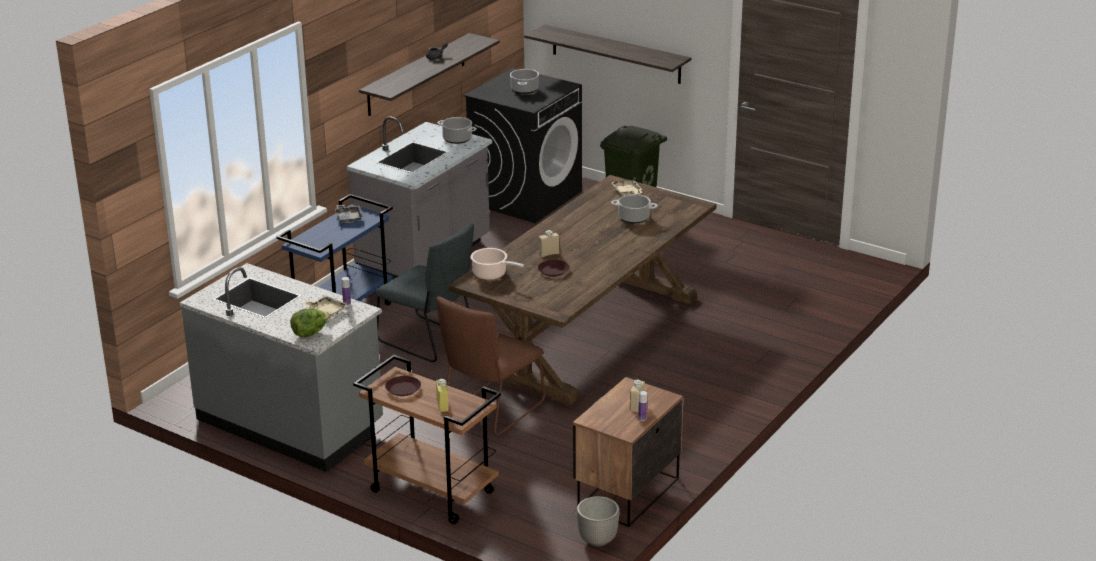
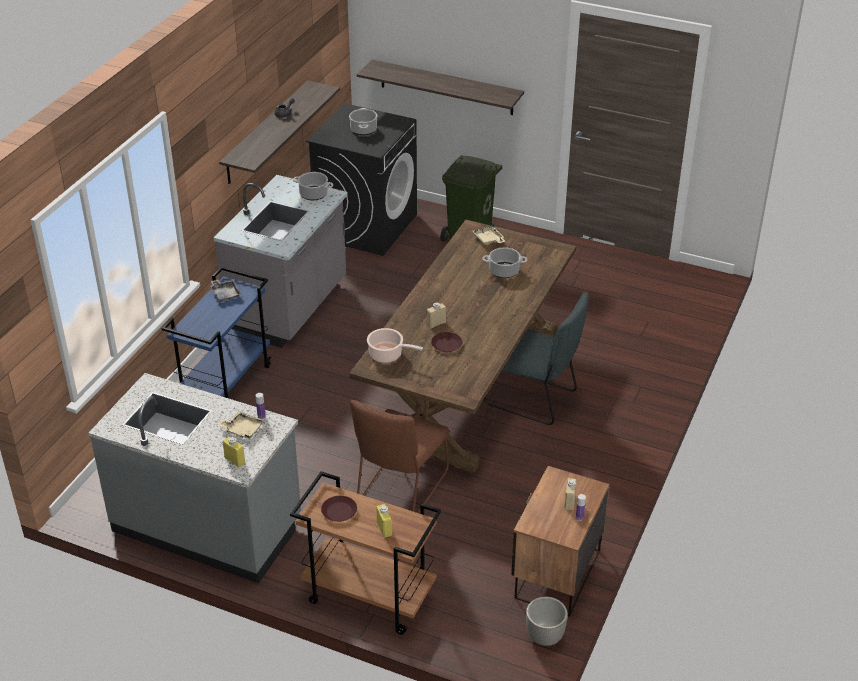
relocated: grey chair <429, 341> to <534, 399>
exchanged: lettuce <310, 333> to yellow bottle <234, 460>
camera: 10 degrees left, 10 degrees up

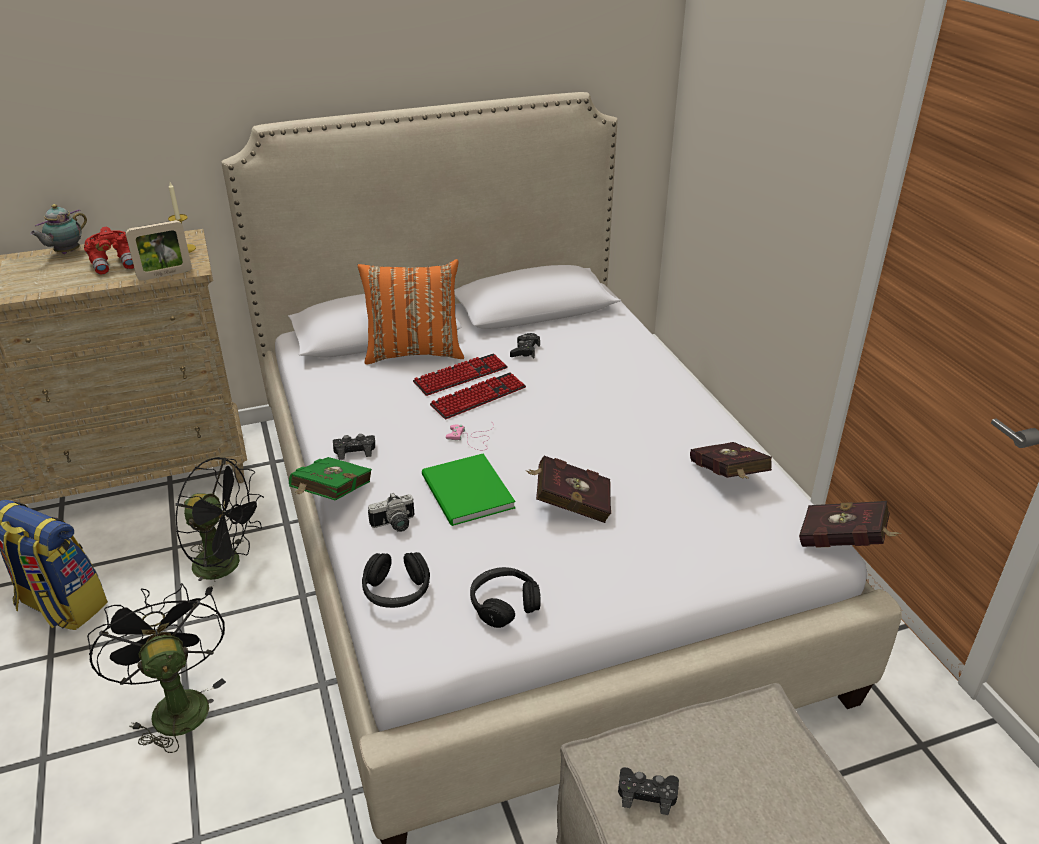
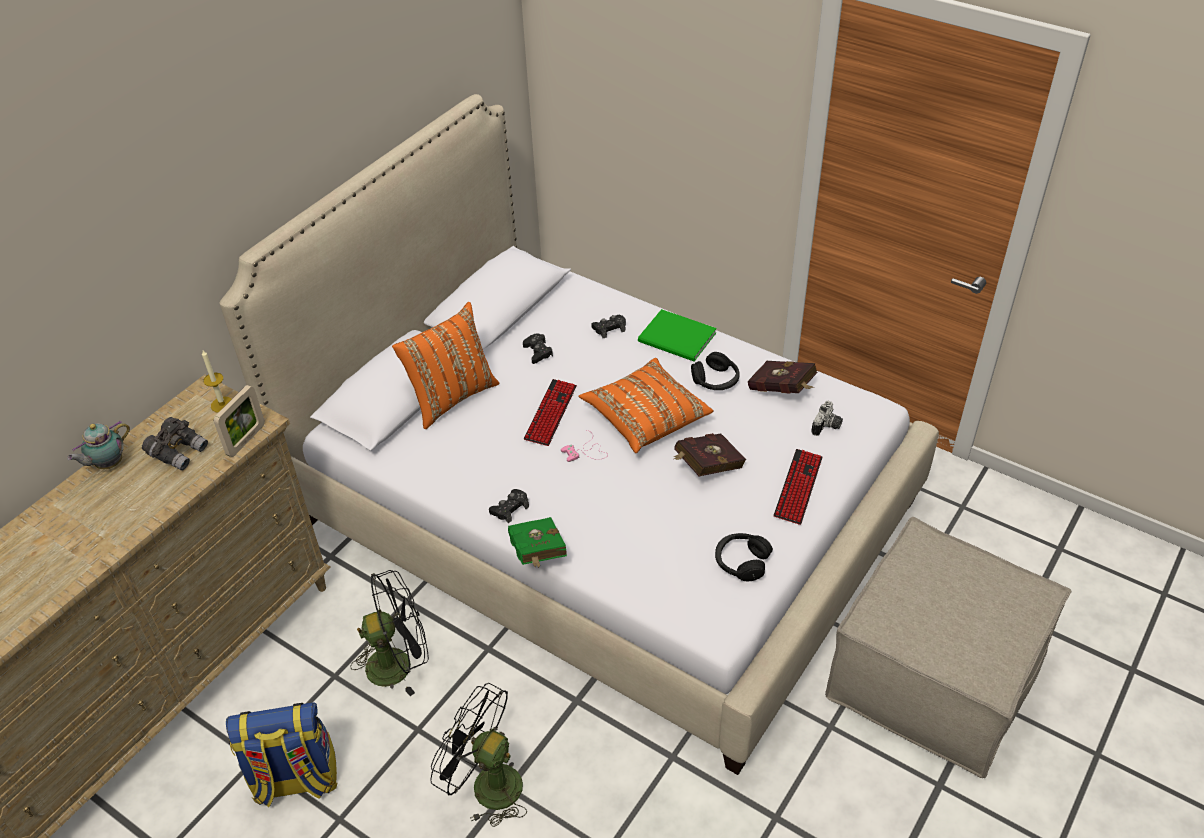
missing: red book <844, 543>
appeared: orange pillow <645, 418>
relocated: black headphones <396, 591> to <716, 380>; photo camera <395, 525> to <827, 427>; keyboard <461, 376> to <798, 487>; green book <466, 494> to <678, 339>; black game controller <647, 794> to <609, 328>
colour: red binoculars <115, 264> to grey binoculars <179, 452>
spun: teapot <66, 253> = <108, 464> 45 degrees clockwise
camera: 35 degrees left, 10 degrees up

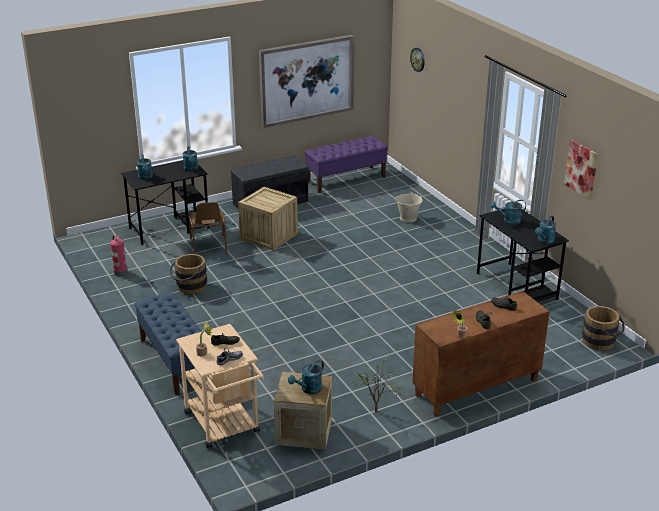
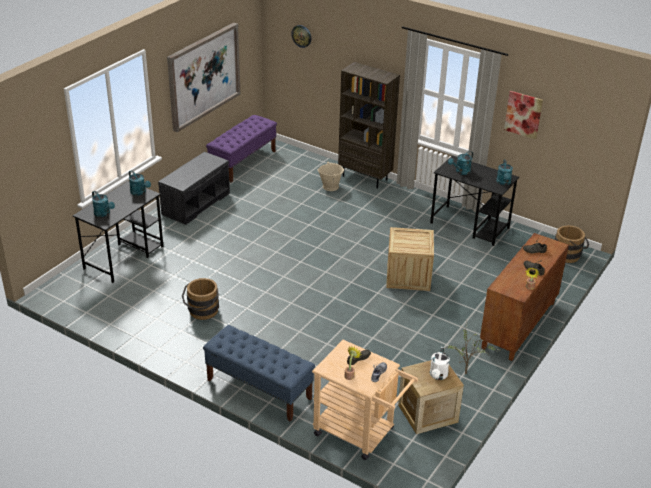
missing: fire extinguisher <120, 272>; brown chair <209, 247>
appeared: brown bookcase <365, 178>
relocated: crate <269, 236> to <408, 276>
colour: turquoise watering can <308, 389> to white watering can <438, 376>
camera: 30 degrees left, 5 degrees up

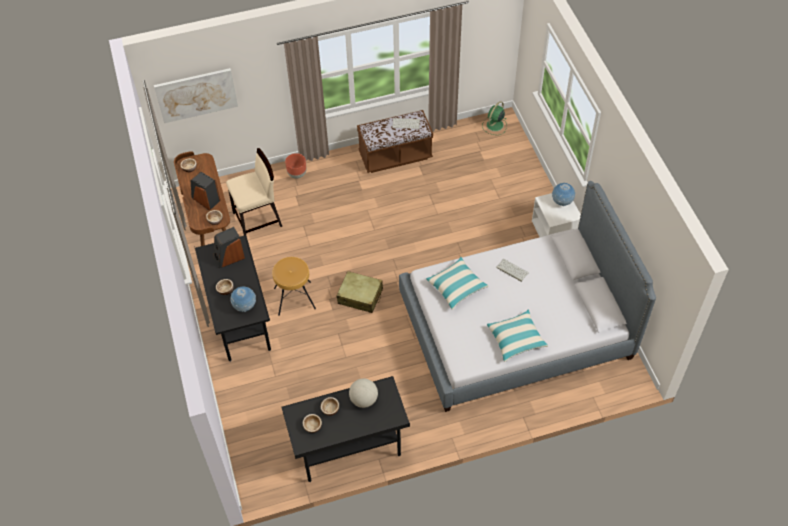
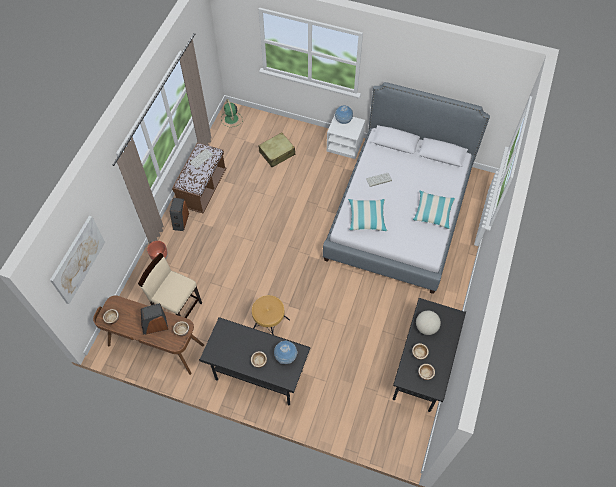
relocated: speaker <229, 257> to <180, 221>; beige suitcase <360, 296> to <277, 153>
spun: beige chair <258, 219> = <177, 308> 75 degrees counterclockwise
camera: 55 degrees left, 5 degrees up

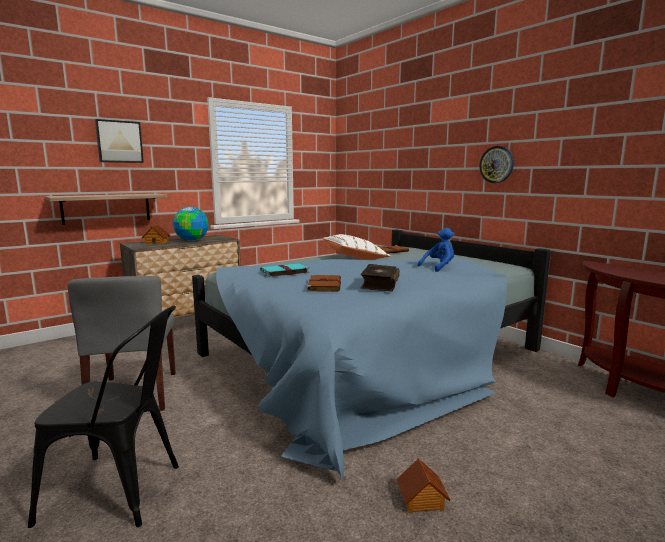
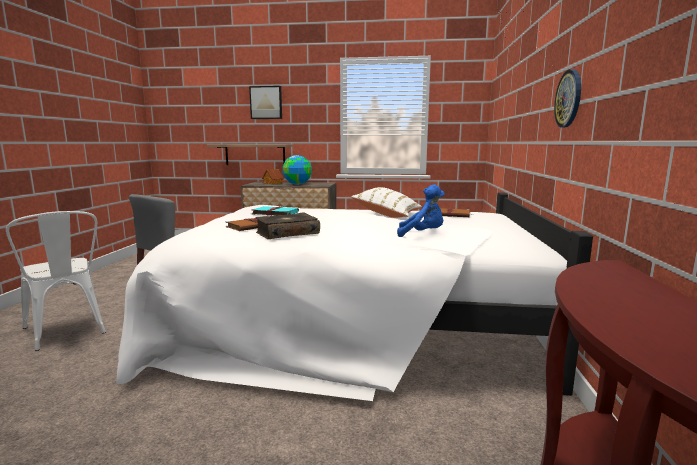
missing: toy house <421, 500>
colour: black chair <122, 491> to white chair <68, 332>; blue bed <371, 357> to white bed <355, 321>
camera: 45 degrees right, 0 degrees up

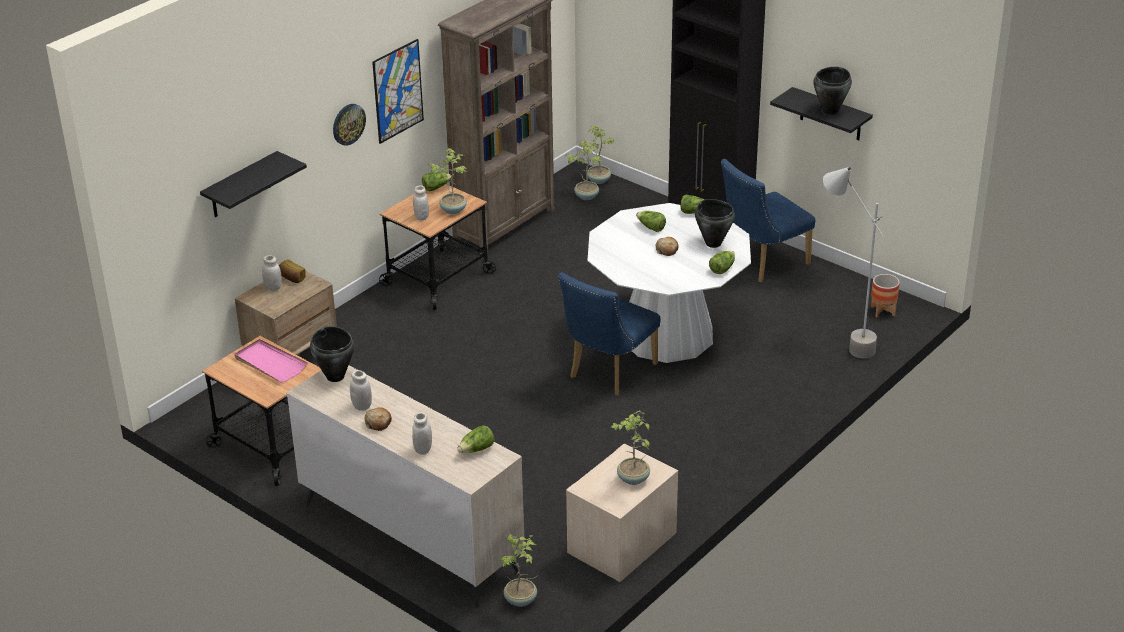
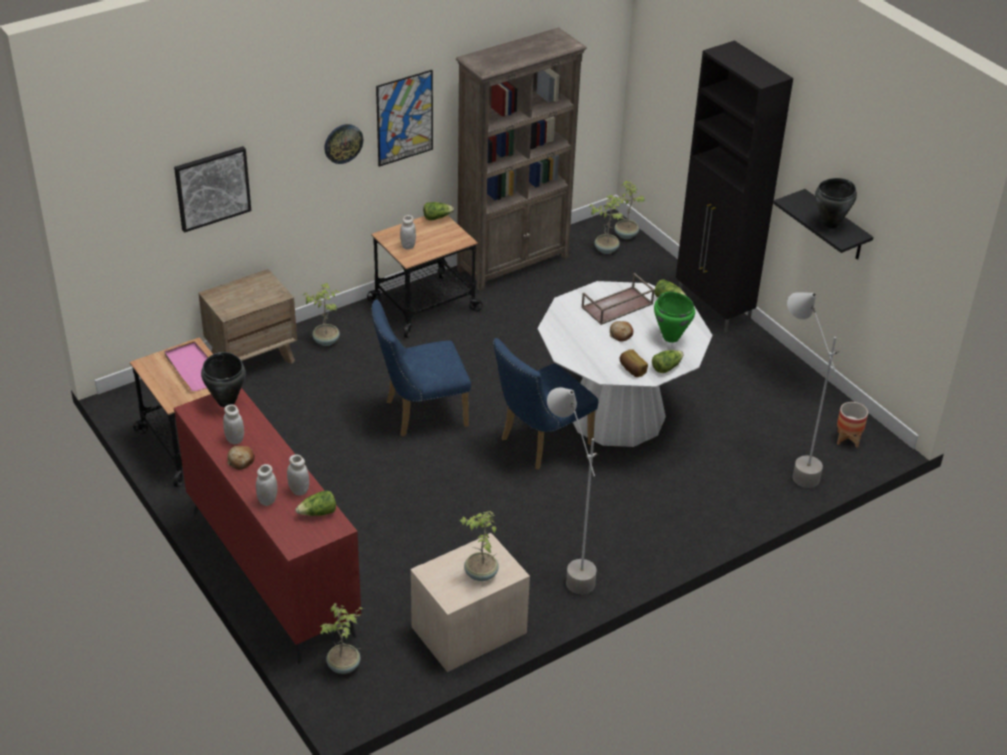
appeared: grey floor lamp <567, 567>
relocated: white jar <273, 287> to <299, 490>; bread <292, 278> to <632, 370>; potted plant <453, 209> to <326, 340>; blue chair <762, 263> to <420, 414>
exchanged: black shelf <241, 186> to picture <212, 188>; lettuce <651, 227> to brown tray <617, 306>
colour: beige dresser <410, 537> to red dresser <272, 571>; black cooking pot <713, 243> to green cooking pot <671, 337>
camera: 15 degrees right, 5 degrees up

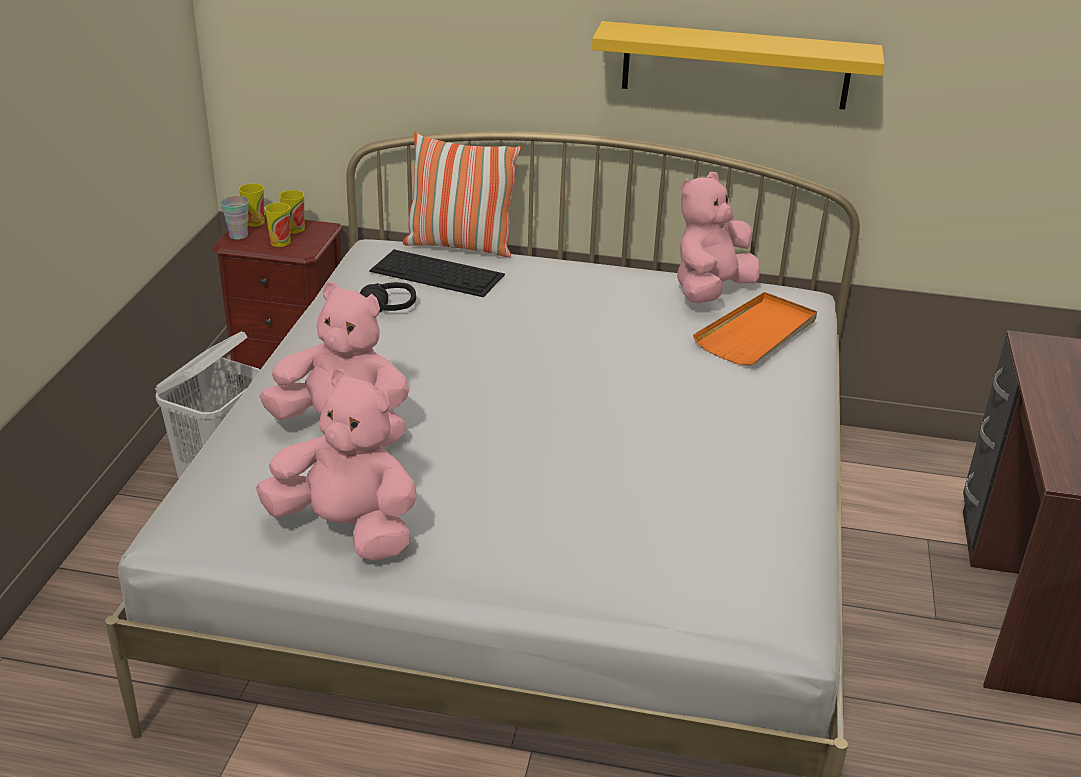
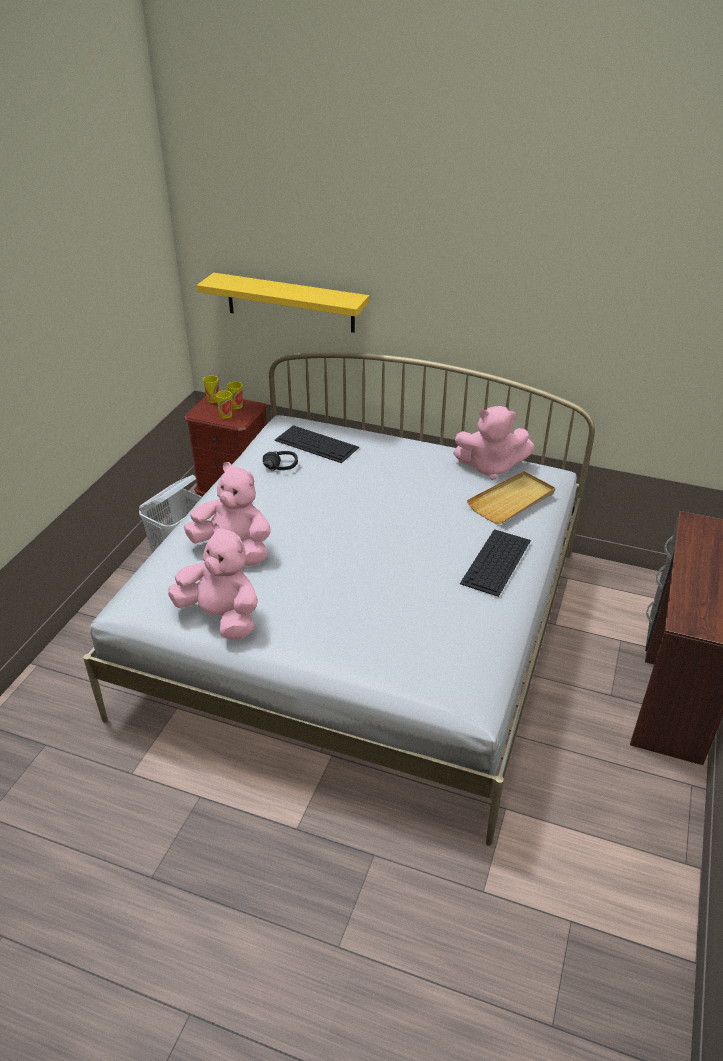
missing: cup <238, 235>; pillow <460, 246>
appeared: keyboard <496, 562>
relocated: yellow shelf <735, 65> to <290, 303>
colour: orange tray <757, 333> to beige tray <512, 500>
spun: pink plush toy <710, 291> = <490, 467> 135 degrees counterclockwise
camera: 10 degrees right, 5 degrees up

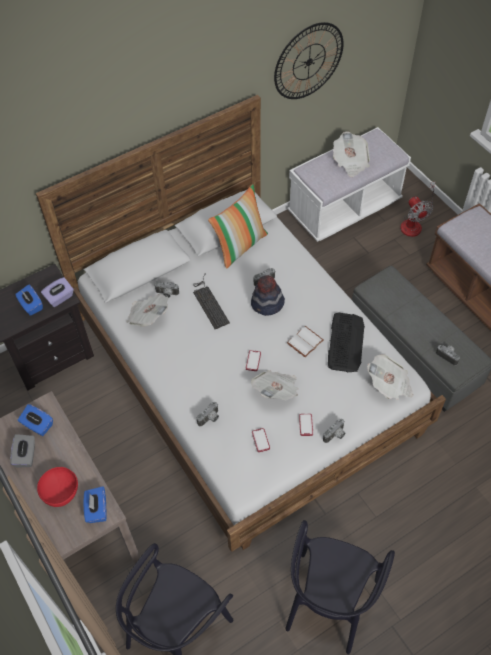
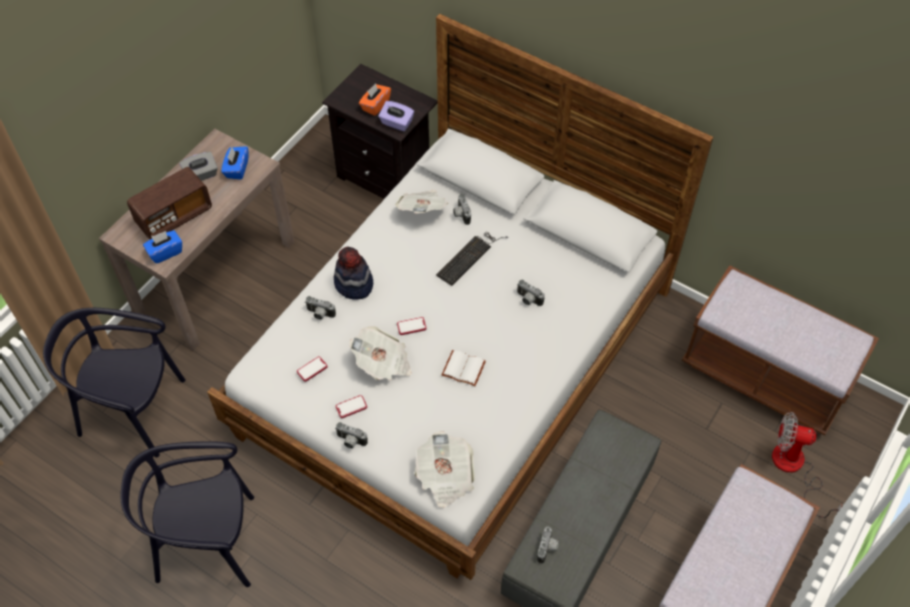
missing: pillow <240, 245>; wall clock <309, 61>; keyboard <345, 342>; newspaper <350, 162>
relocated: hat <267, 304> to <353, 284>
exchanged: red bowl <60, 491> to radio <174, 216>
colour: blue tissue box <31, 305> to orange tissue box <375, 105>; white bench <344, 208> to brown bench <764, 375>
spun: fan <414, 223> = <794, 468> 60 degrees clockwise
camera: 65 degrees right, 0 degrees up

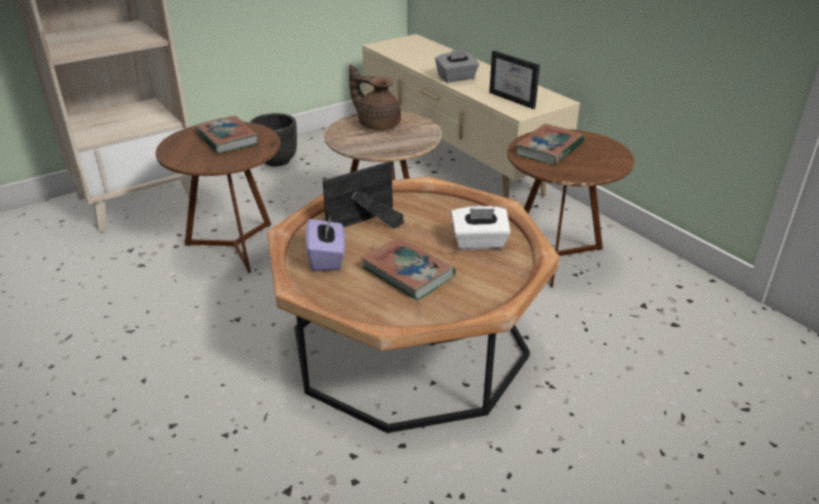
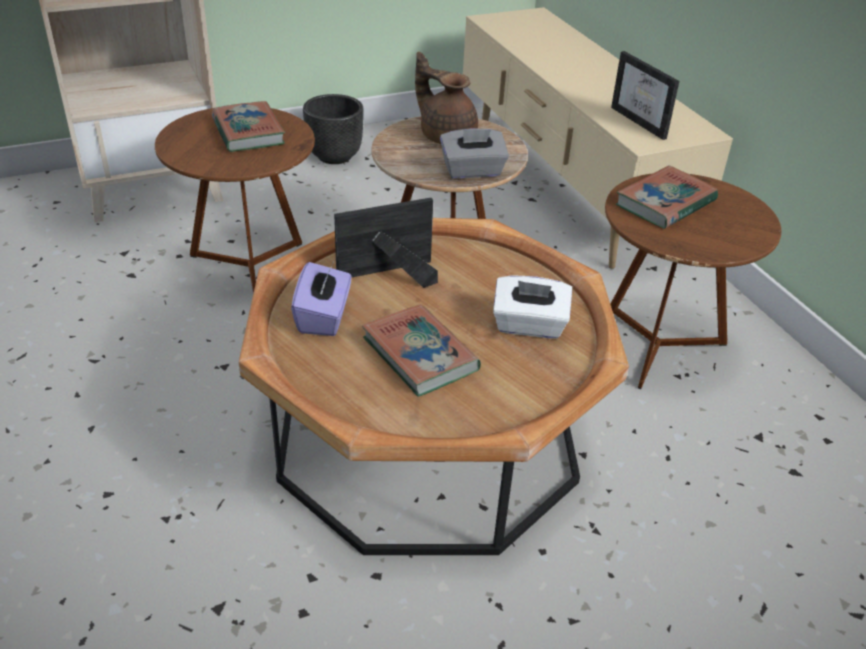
relocated: grey tissue box <456, 78> to <472, 171>
camera: 10 degrees right, 5 degrees up

